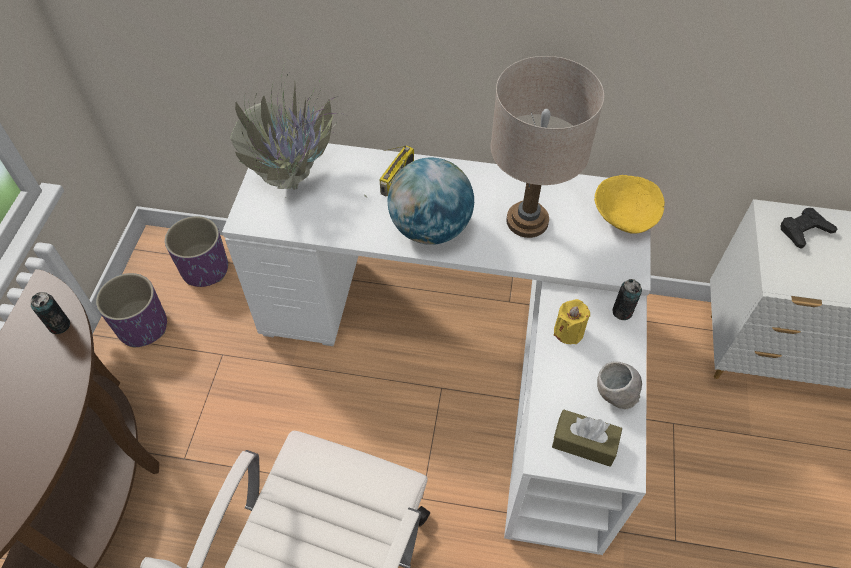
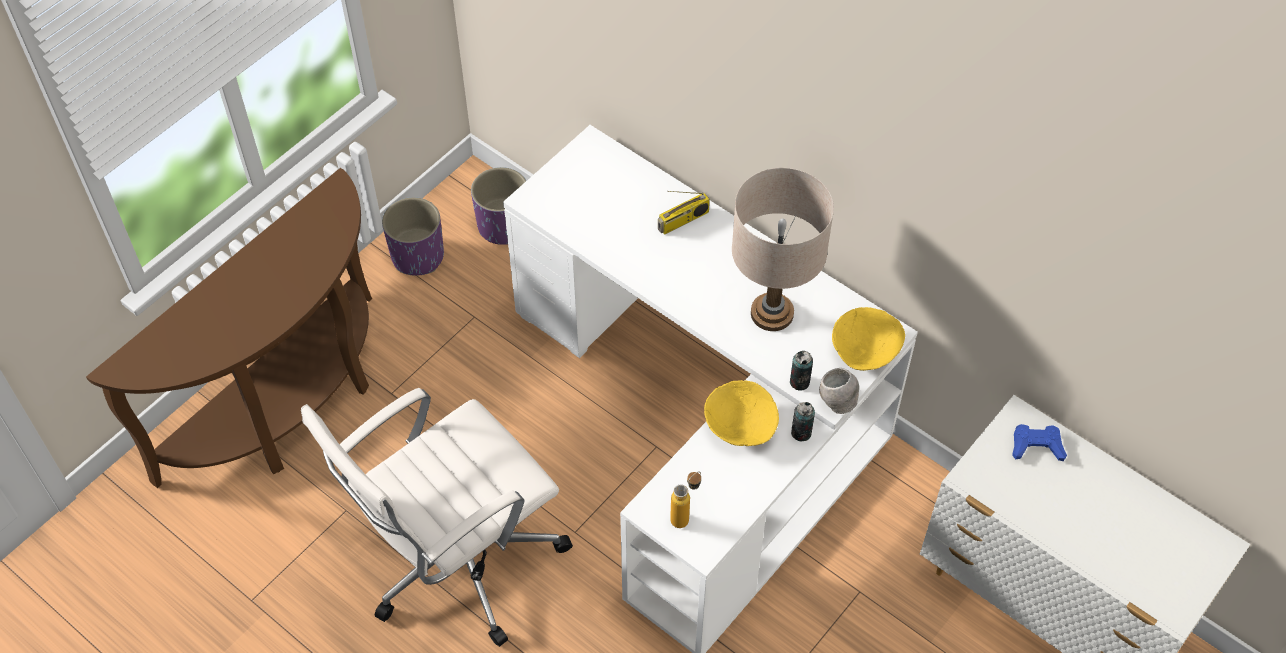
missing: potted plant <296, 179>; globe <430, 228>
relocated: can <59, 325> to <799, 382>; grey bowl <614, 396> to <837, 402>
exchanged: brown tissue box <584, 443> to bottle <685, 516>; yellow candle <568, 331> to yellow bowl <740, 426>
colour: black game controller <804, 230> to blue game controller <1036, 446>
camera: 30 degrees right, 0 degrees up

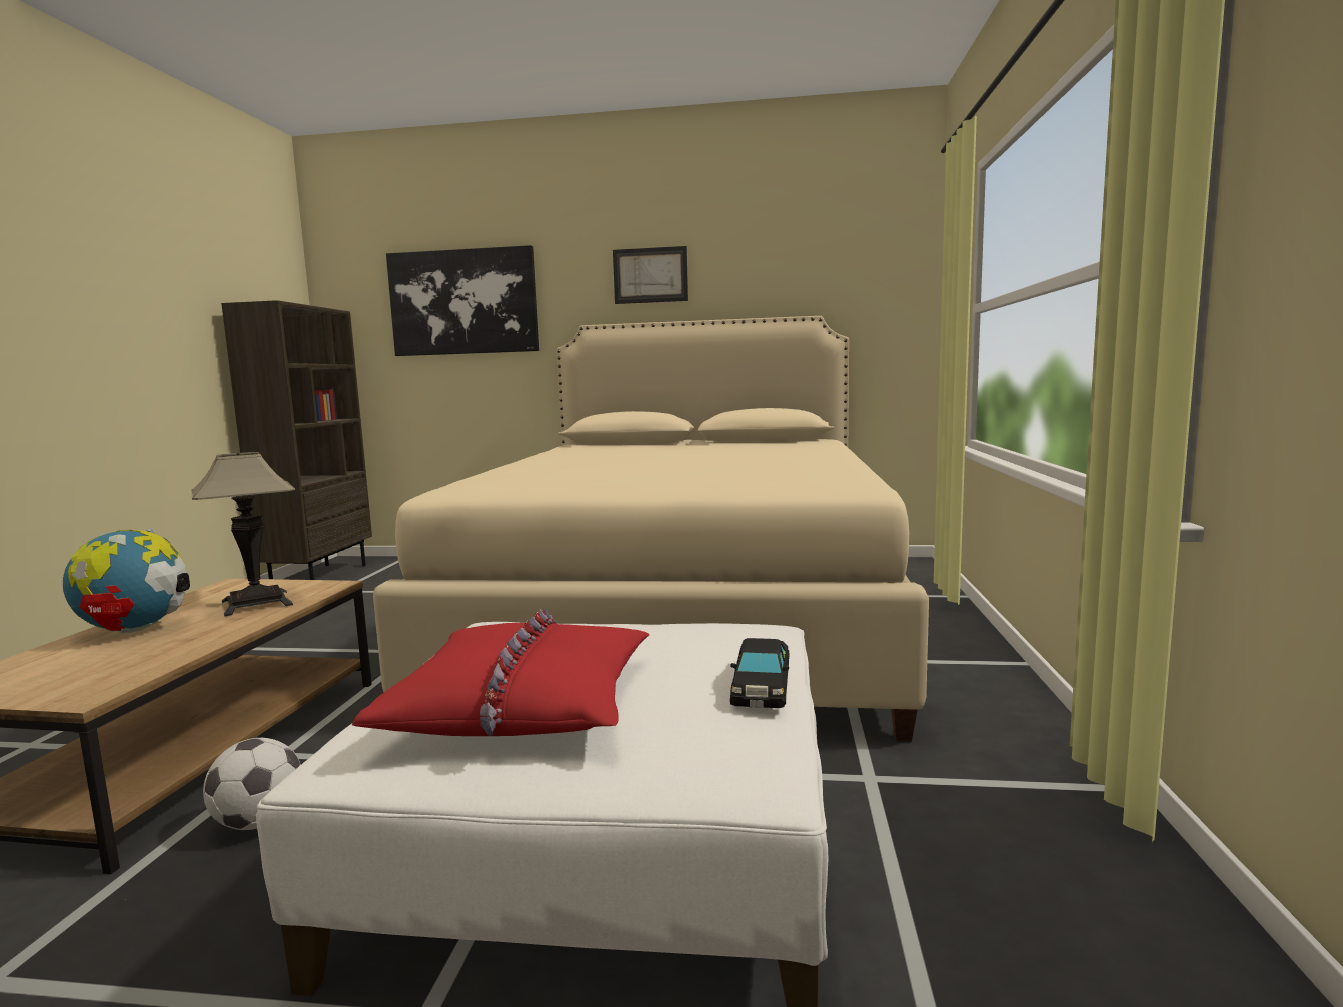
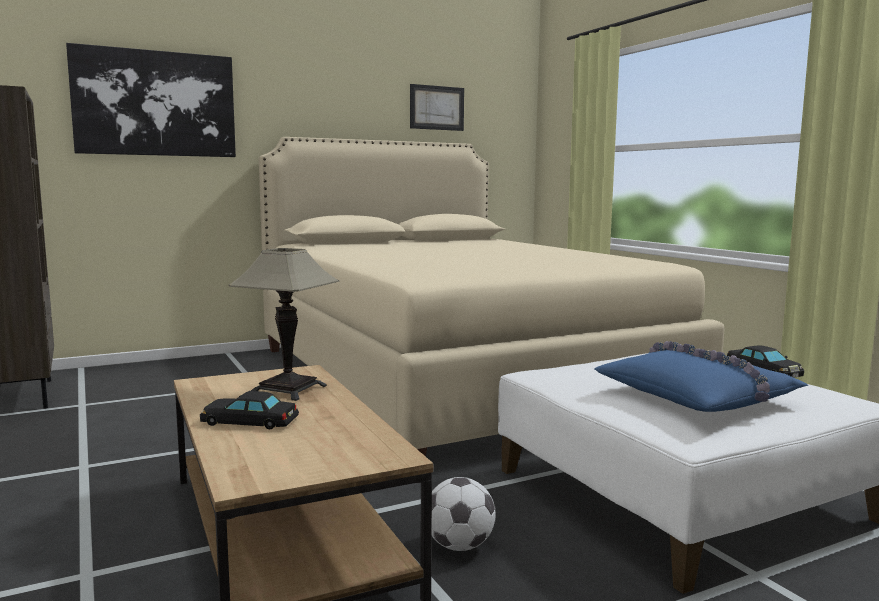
relocated: picture <650, 275> to <437, 108>
exchanged: globe <135, 630> to black toy car <249, 421>
colour: red pillow <522, 703> to blue pillow <698, 396>
camera: 35 degrees left, 0 degrees up

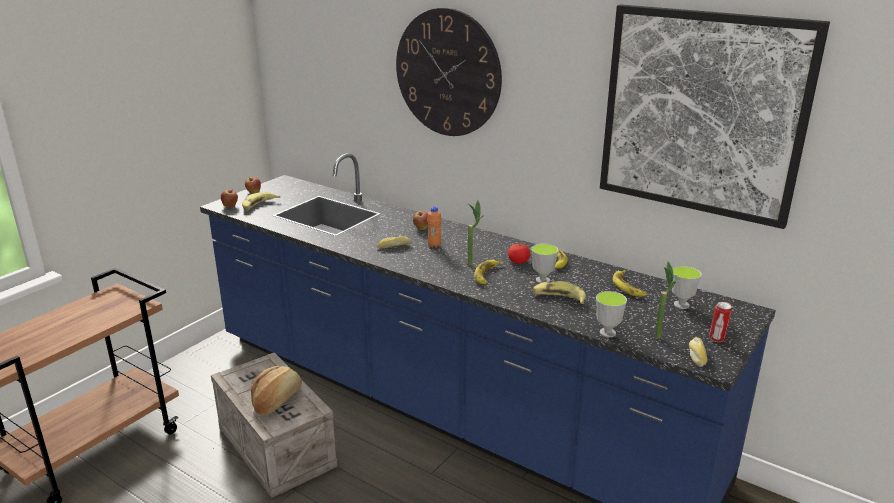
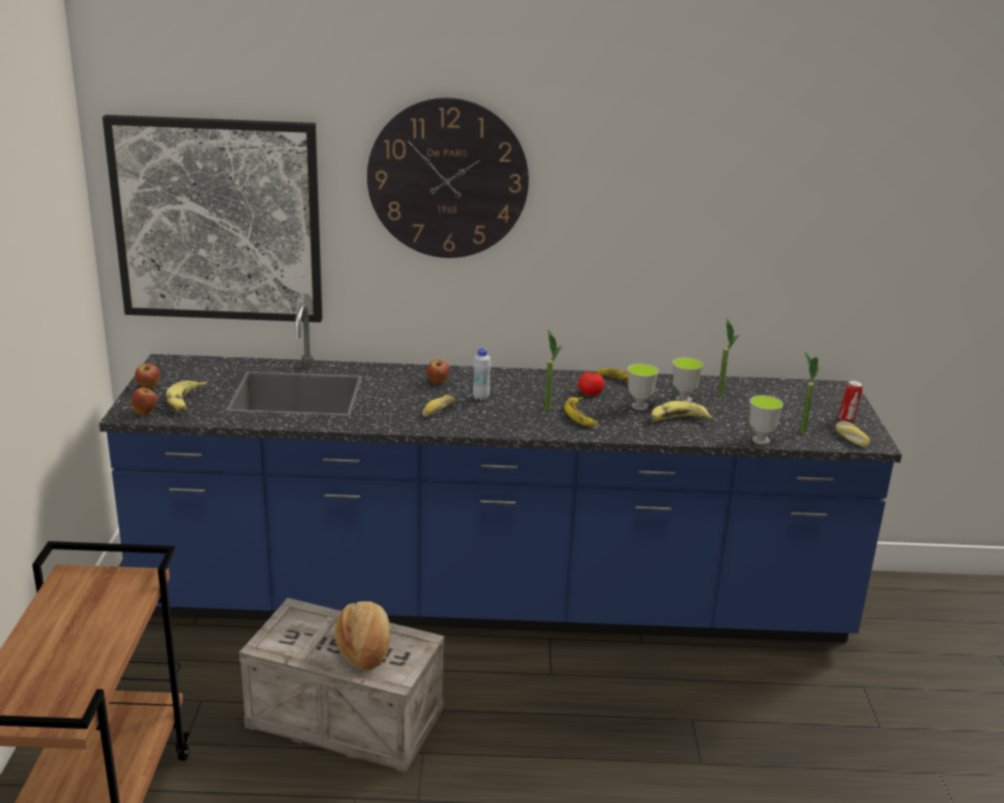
relocated: picture <702, 113> to <218, 220>; cup <681, 305> to <683, 399>
exchanged: banana <628, 287> to potted plant <720, 392>
colour: orange bottle <434, 245> to white bottle <481, 398>
camera: 35 degrees left, 0 degrees up

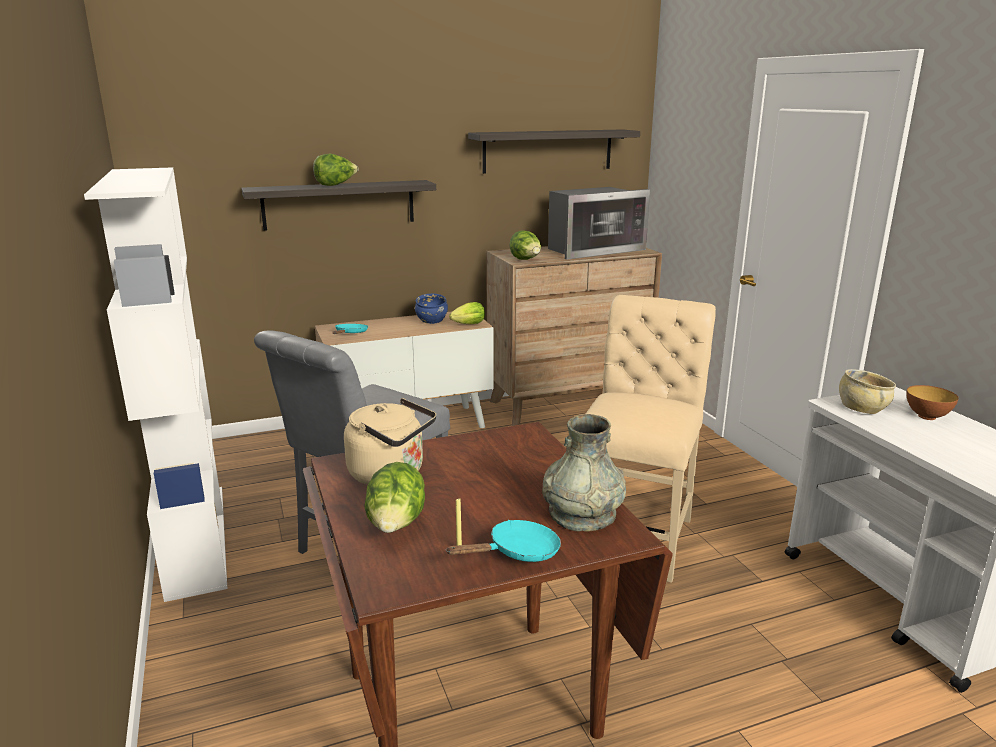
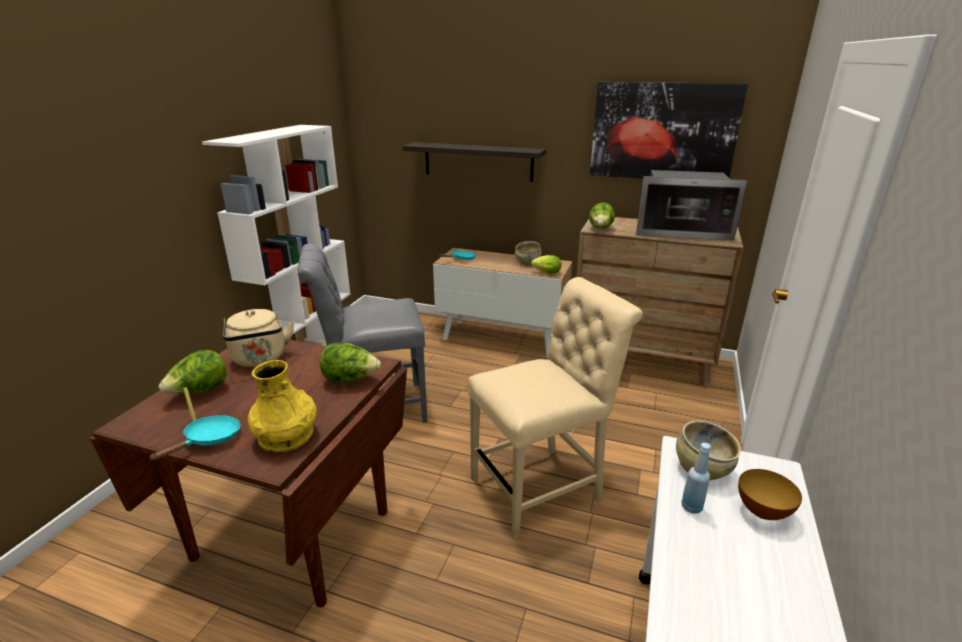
appeared: blue bottle <691, 507>
relocated: lettuce <336, 185> to <350, 380>
exchanged: shelf <548, 151> to picture <663, 132>
colour: blue bowl <431, 320> to beige bowl <527, 263>; grey vase <582, 513> to yellow vase <286, 436>
spun: turquoise frying pan <517, 552> = <209, 440> 75 degrees counterclockwise
camera: 40 degrees right, 5 degrees up

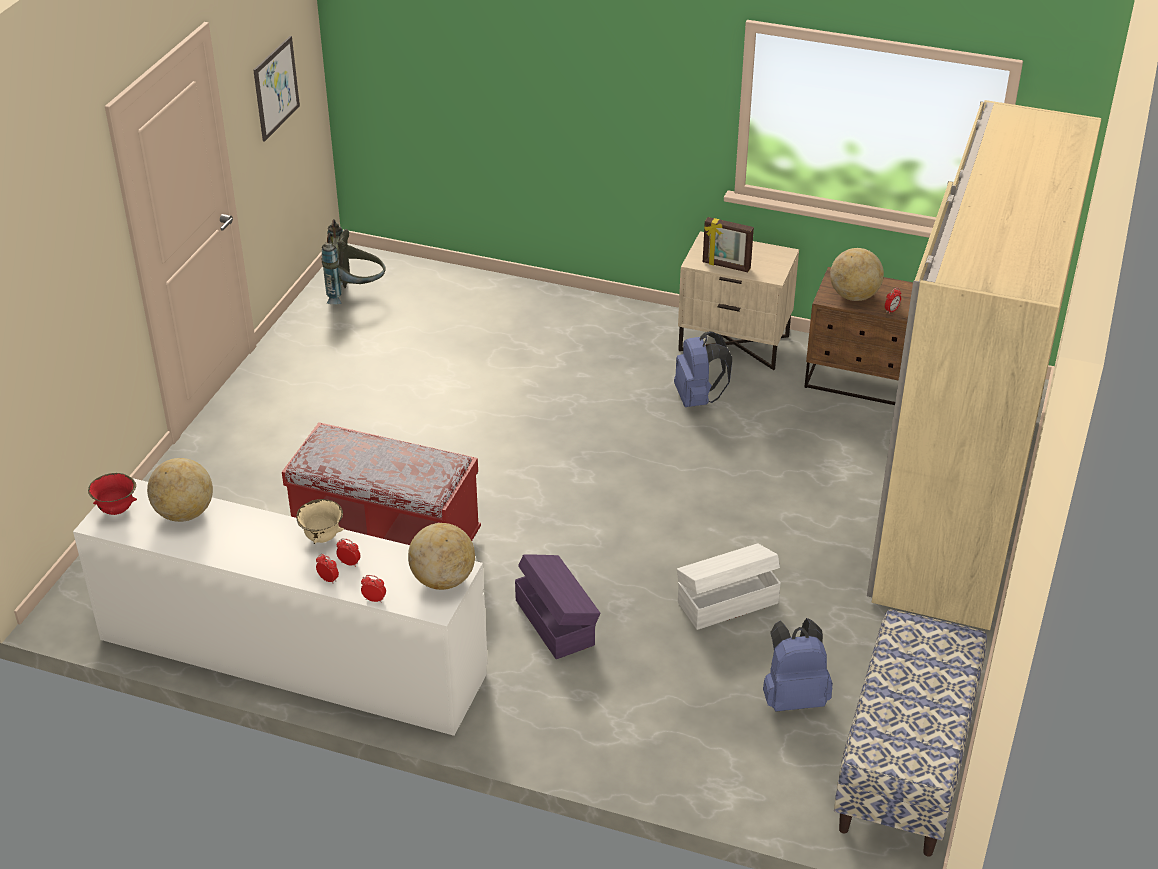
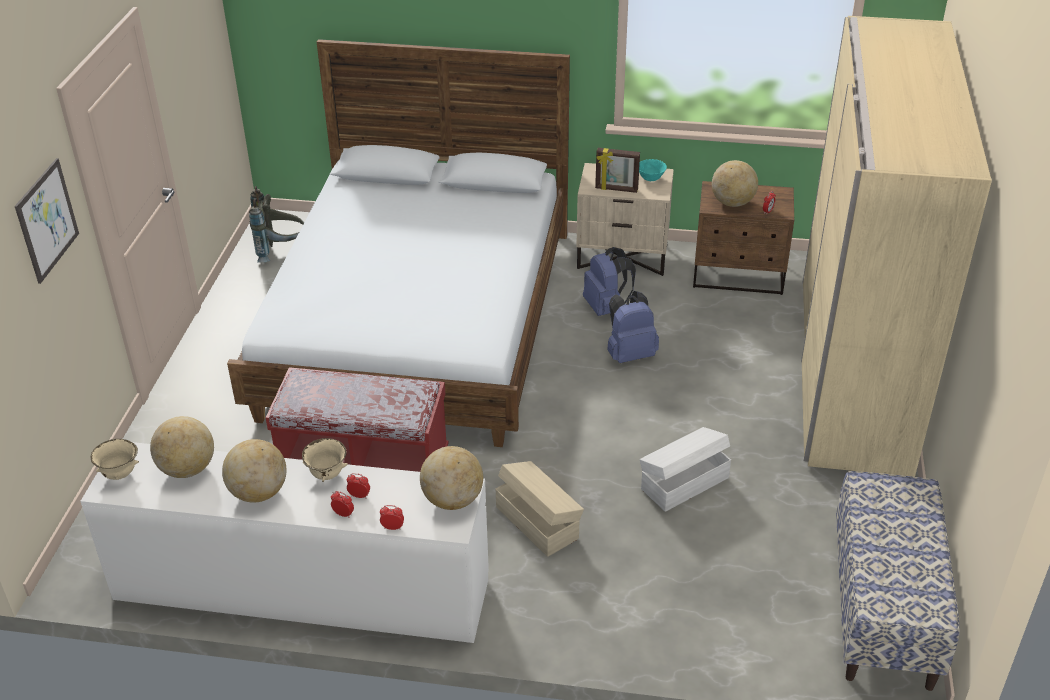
appeared: globe <259, 492>; bed <418, 320>; turquoise bowl <651, 179>
relocated: picture <276, 88> to <47, 220>; blue backpack <793, 697> to <629, 354>
colour: red bowl <116, 510> to beige bowl <120, 475>; purple storage box <555, 621> to beige storage box <537, 521>
camera: 10 degrees left, 0 degrees up

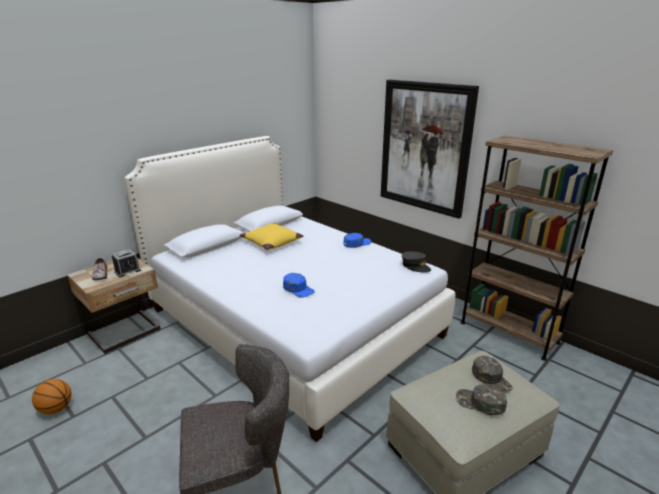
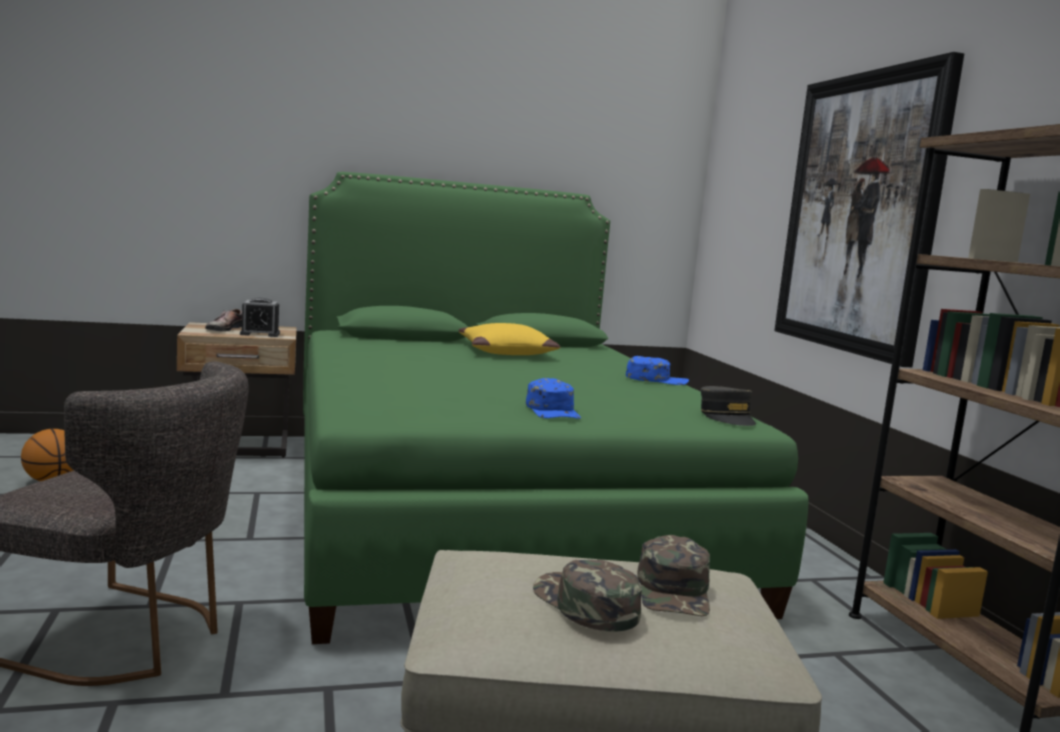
relocated: blue cap <298, 289> to <553, 411>
colour: white bed <292, 322> to green bed <490, 508>
camera: 30 degrees right, 15 degrees down

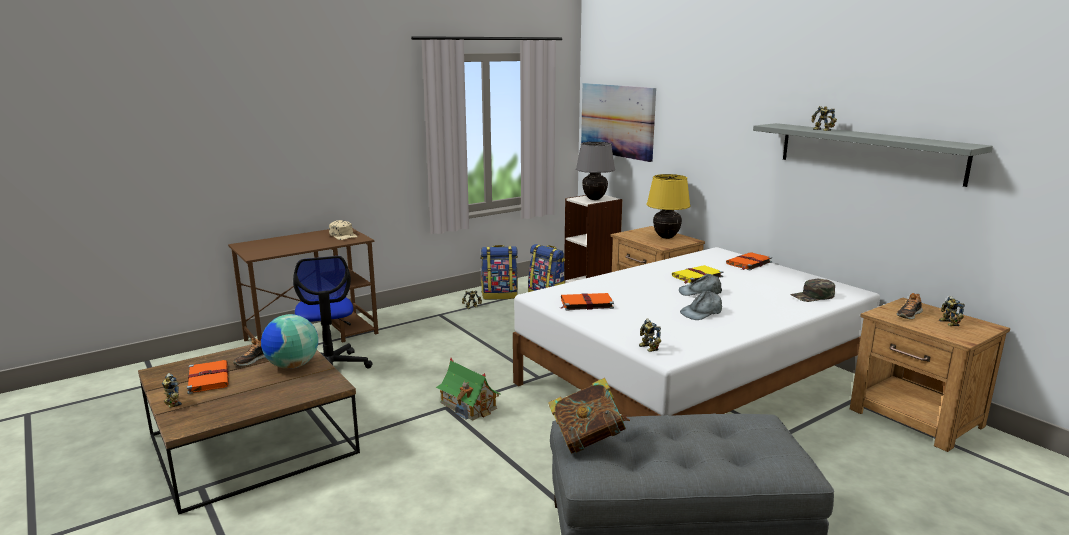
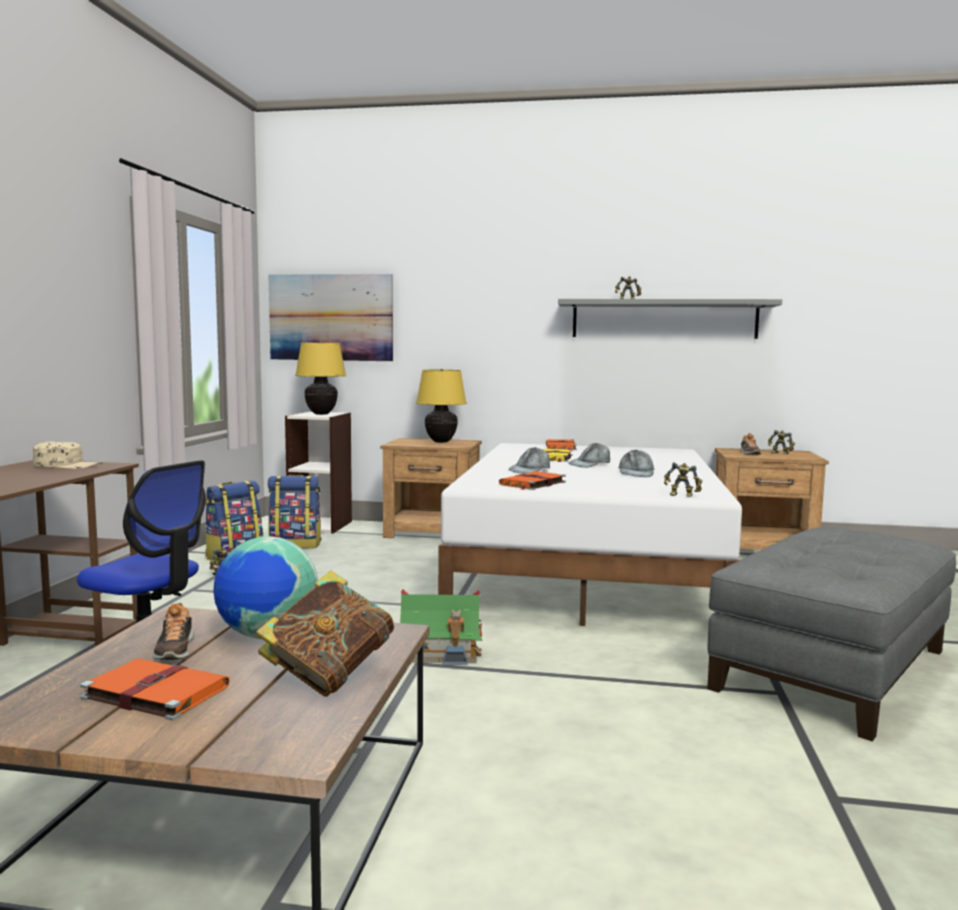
missing: toy robot <171, 404>; green cap <813, 296>
appeared: grey cap <530, 470>
relocated: book <588, 440> to <328, 675>
colour: grey table lamp <594, 199> to yellow table lamp <321, 414>
camera: 45 degrees left, 10 degrees down

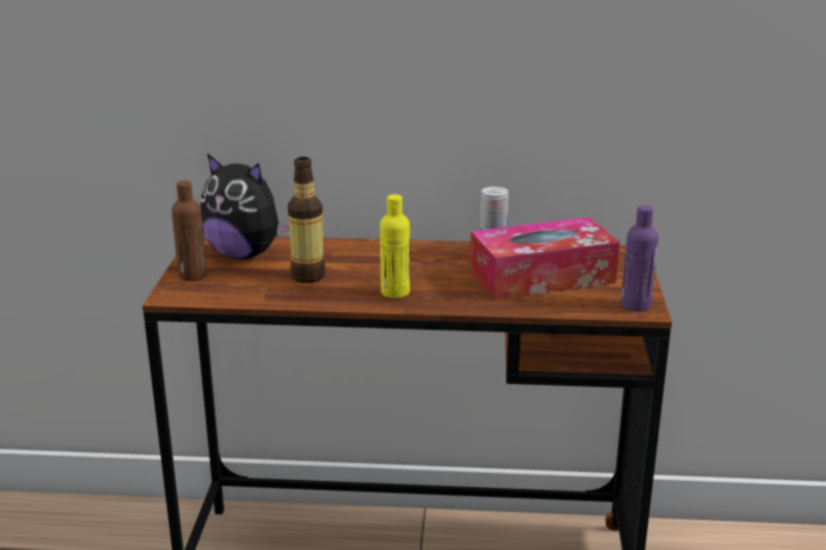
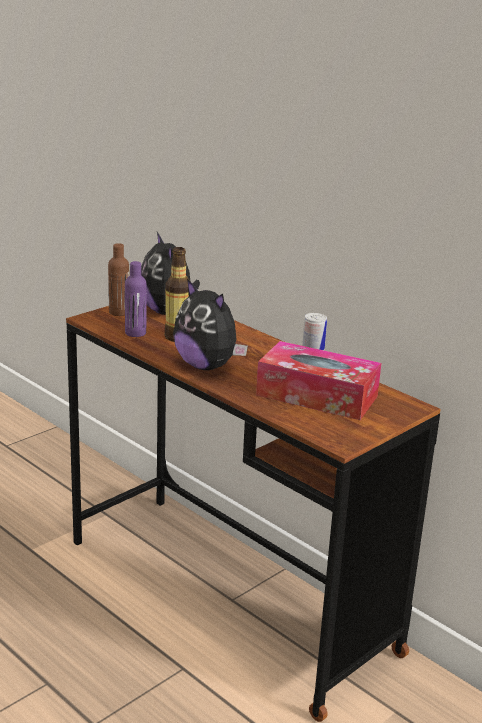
relocated: purple bottle <635, 305> to <135, 333>
exchanged: yellow bottle <395, 292> to plush toy <207, 366>
camera: 40 degrees right, 0 degrees up

